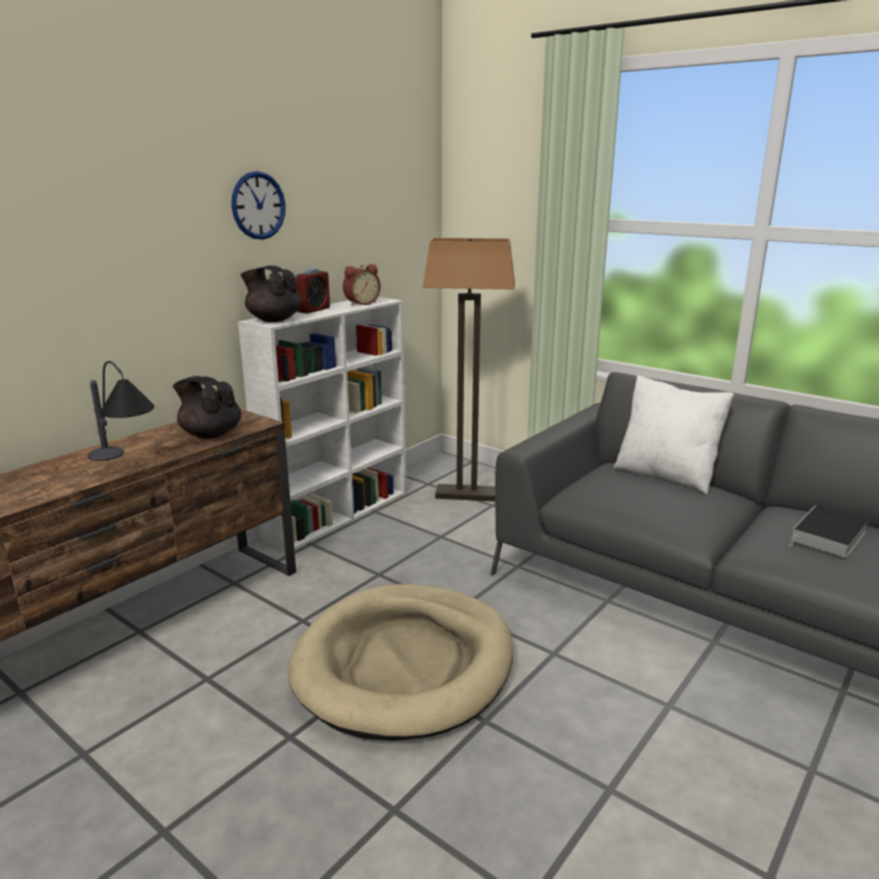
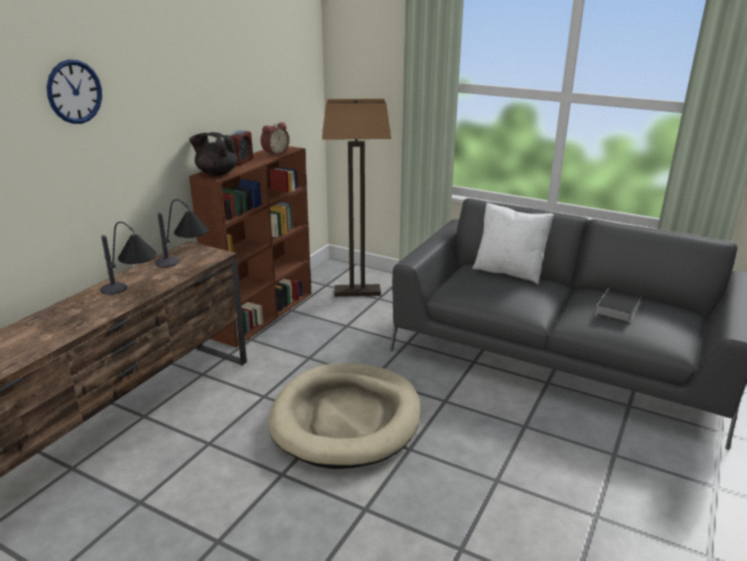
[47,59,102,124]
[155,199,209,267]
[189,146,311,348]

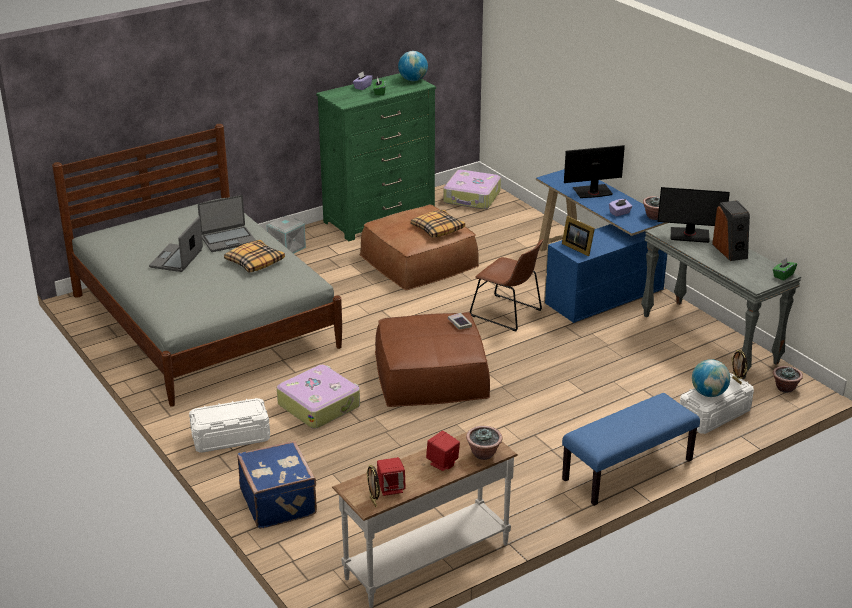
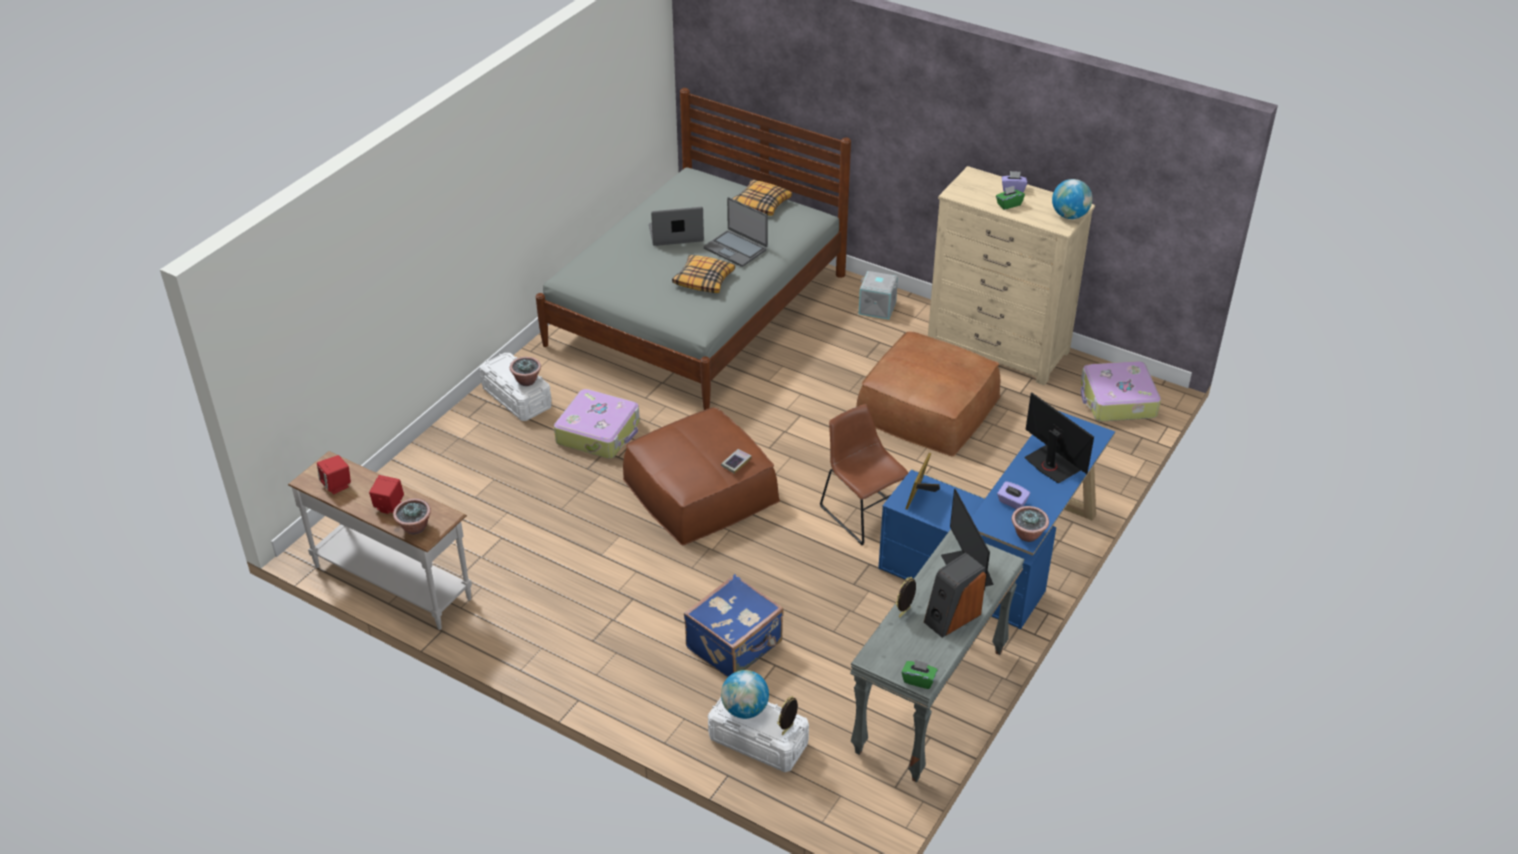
[510,357,541,386]
[684,574,784,677]
[732,180,792,216]
[820,404,908,545]
[895,577,916,617]
[928,166,1095,386]
[562,393,700,506] (first image)

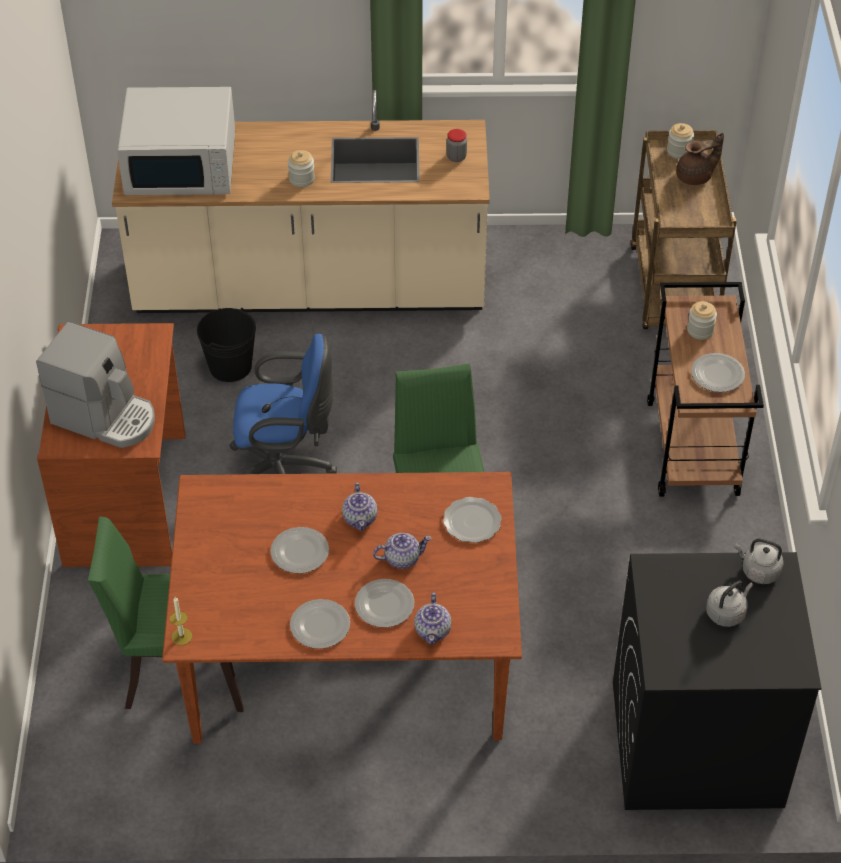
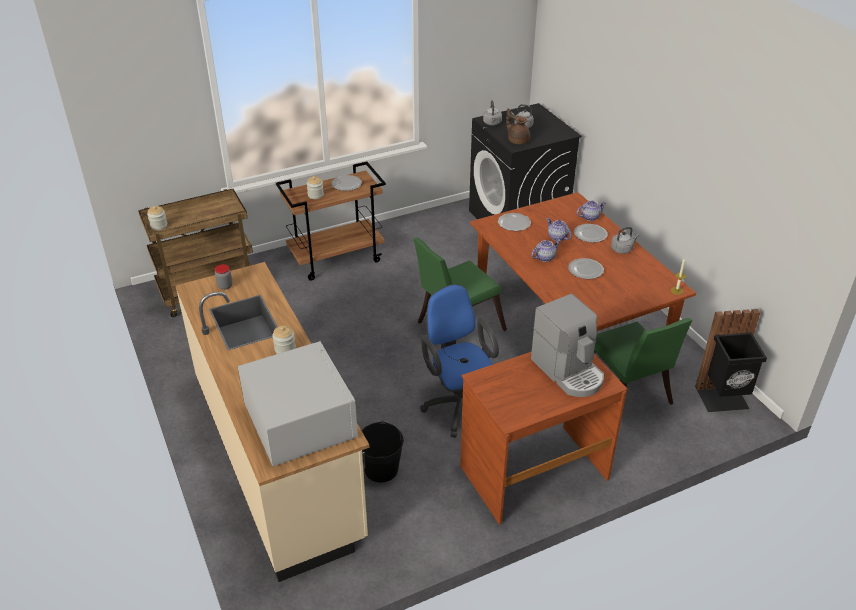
[506,108,530,144]
[531,294,604,397]
[611,227,639,254]
[695,309,767,412]

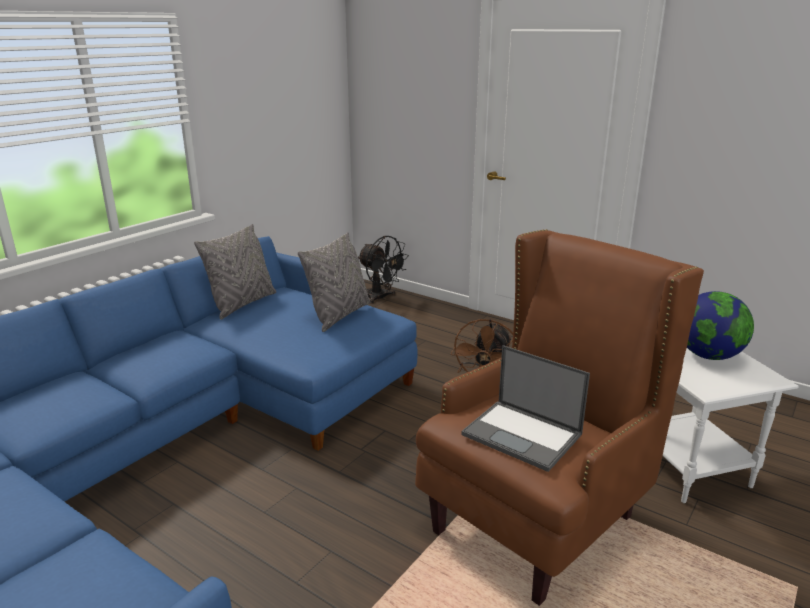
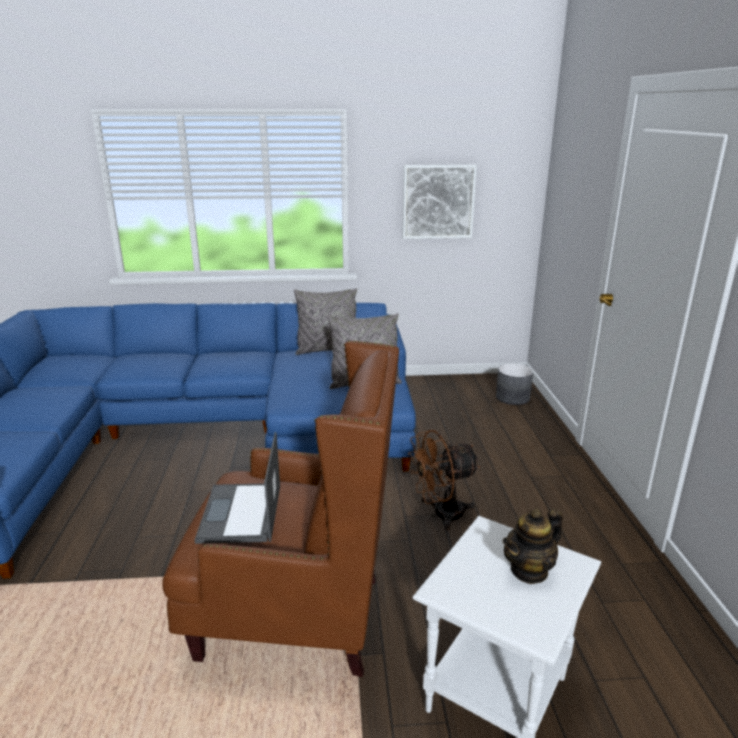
[402,165,477,239]
[496,363,533,405]
[503,509,563,584]

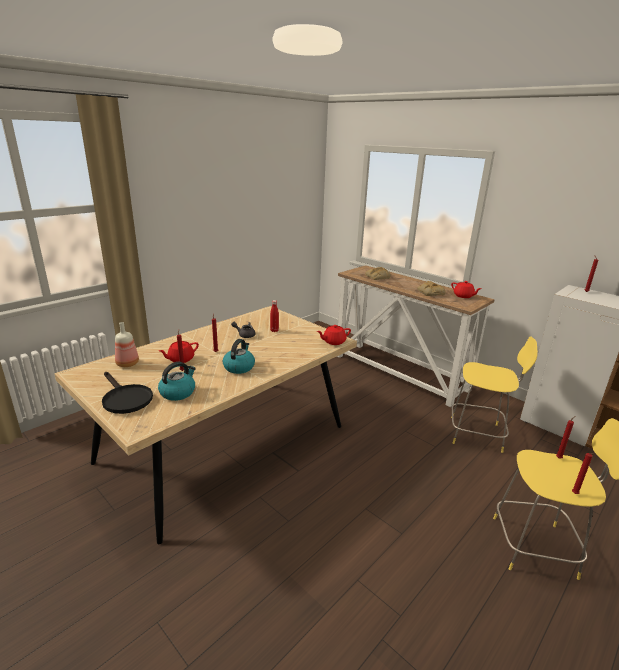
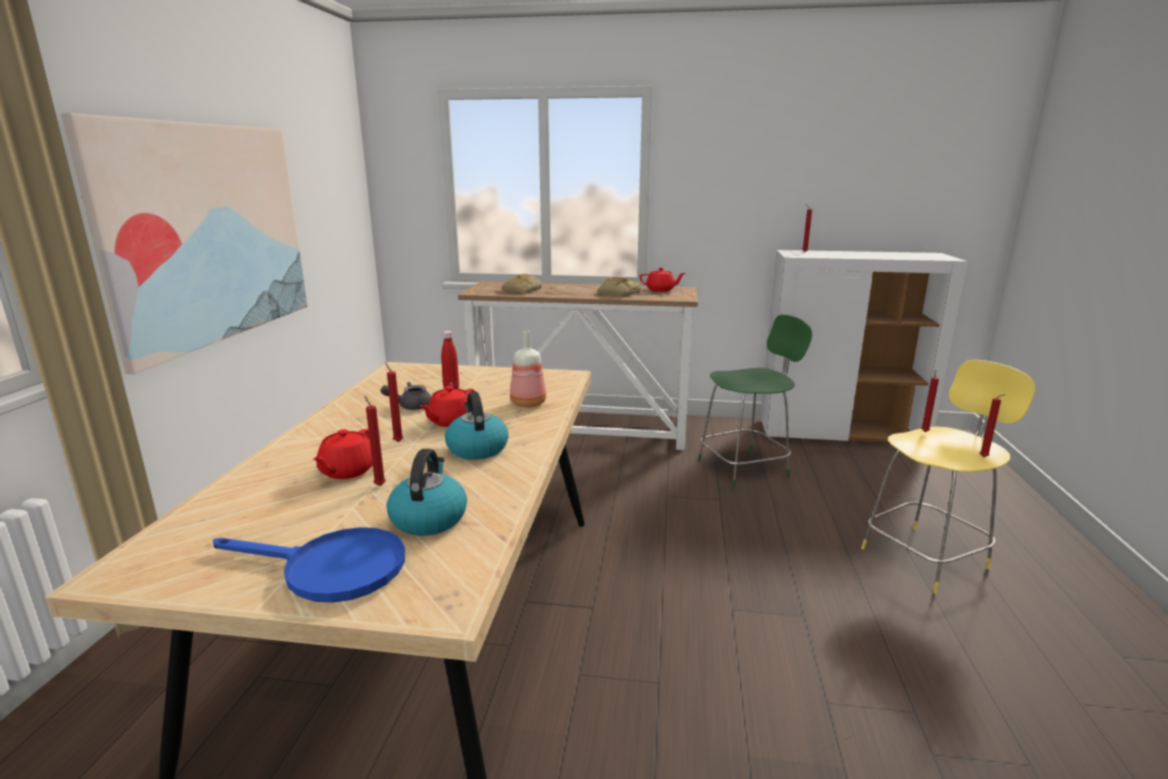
[61,113,308,374]
[213,527,405,603]
[420,386,475,427]
[510,331,546,407]
[698,315,812,489]

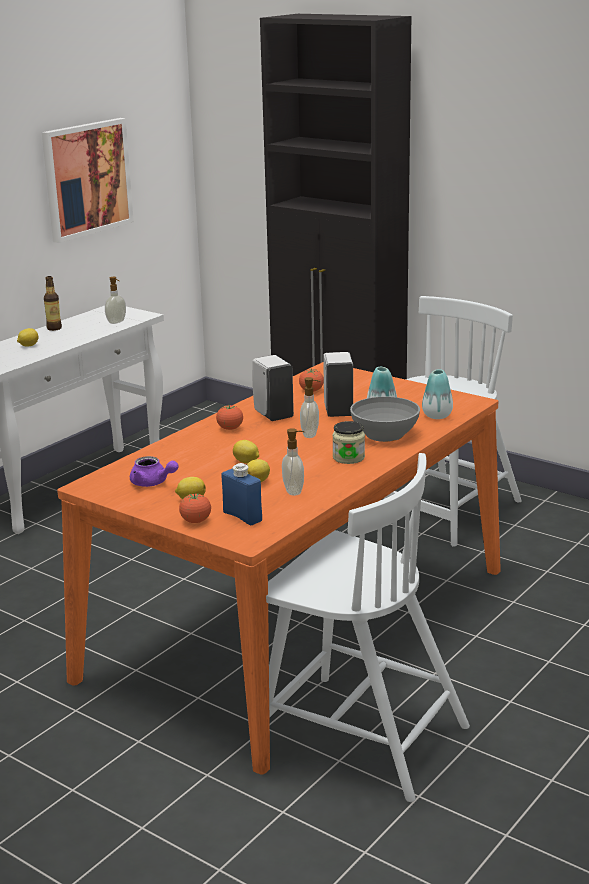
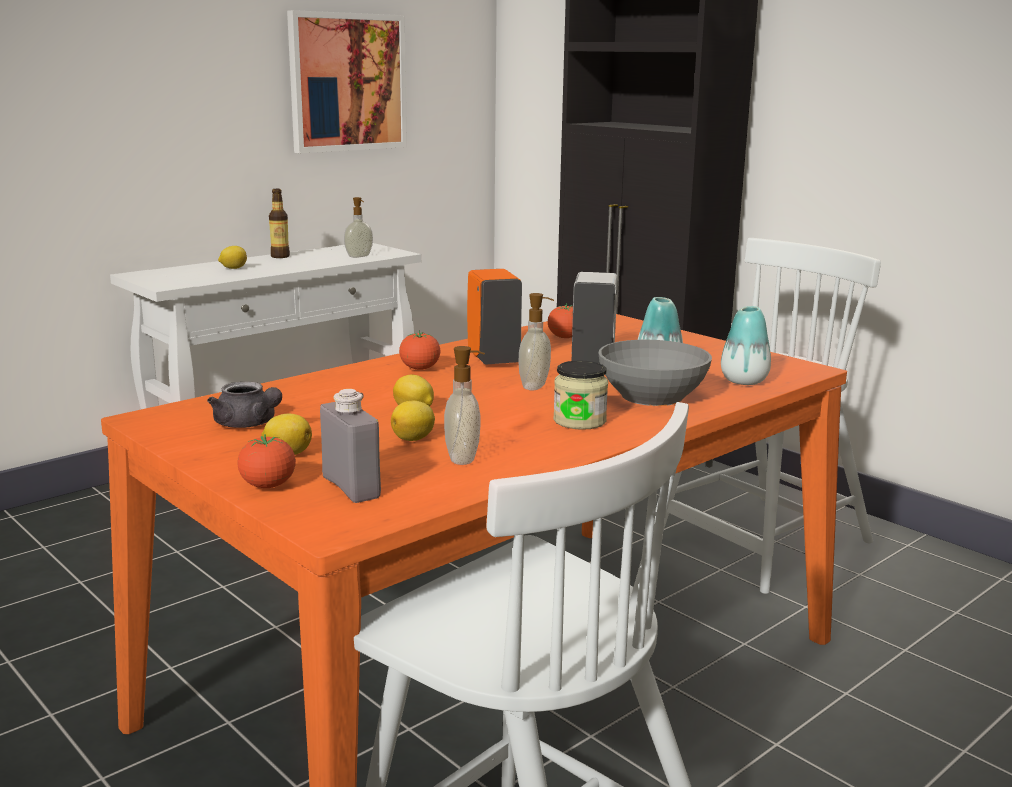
[207,381,282,428]
[320,389,381,503]
[467,269,522,364]

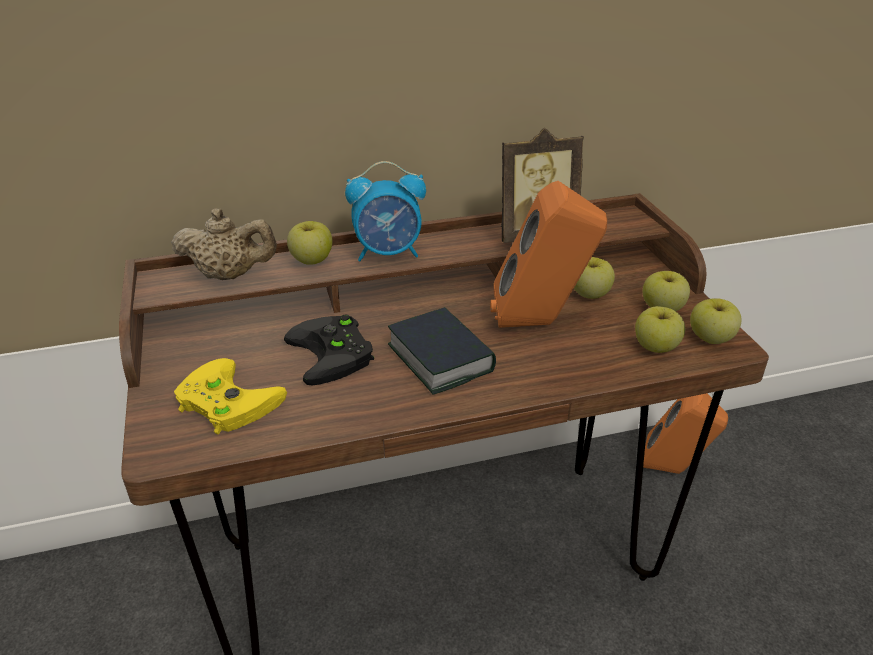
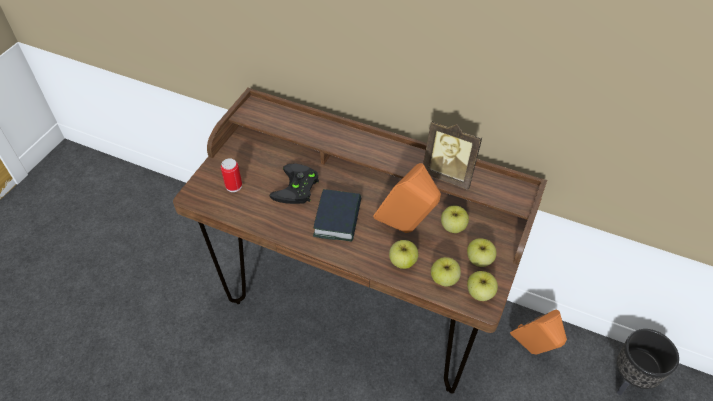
[221,158,242,192]
[389,240,418,269]
[616,329,679,396]
[171,208,277,280] (first image)
[345,161,426,261] (first image)

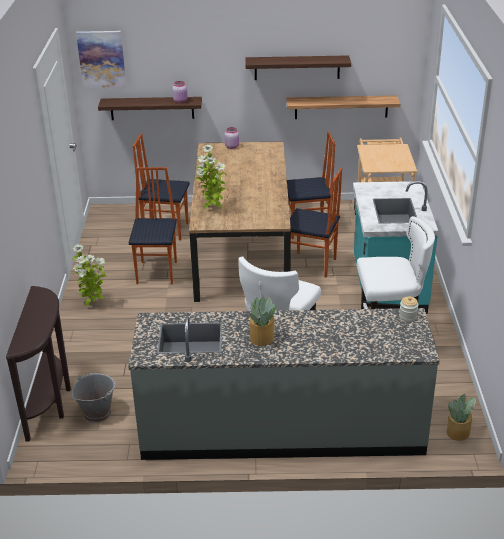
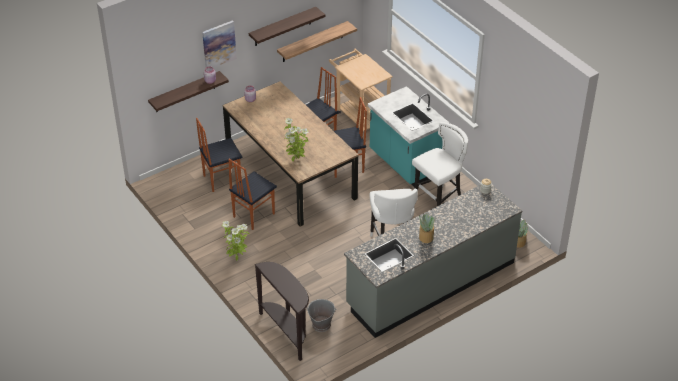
[202,20,237,68]
[228,159,277,230]

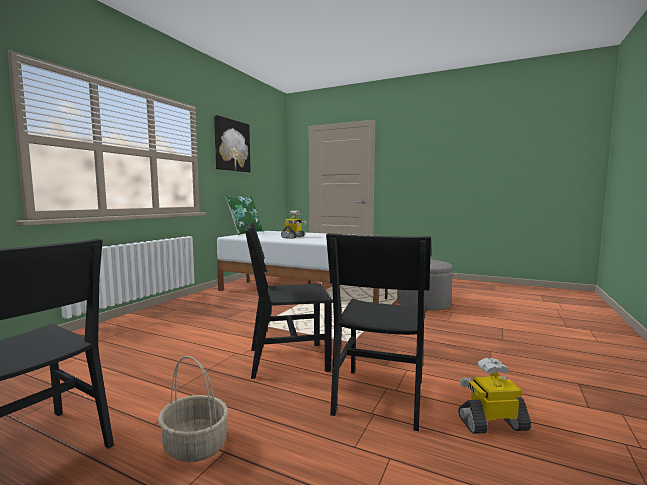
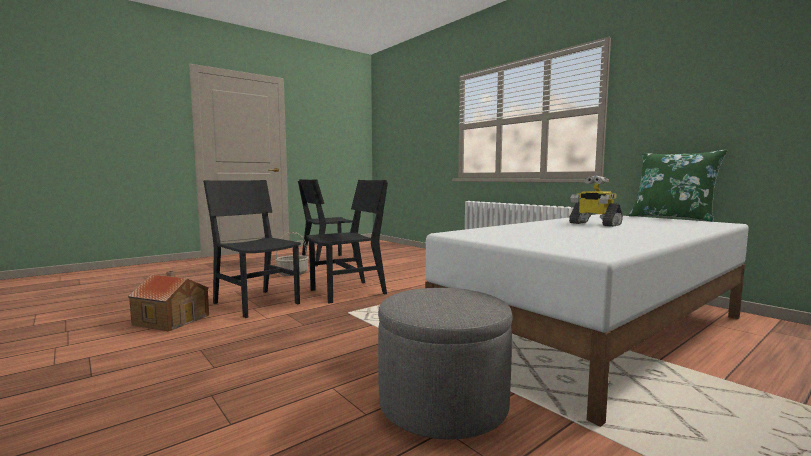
[128,271,209,332]
[306,180,388,304]
[214,115,251,172] (first image)

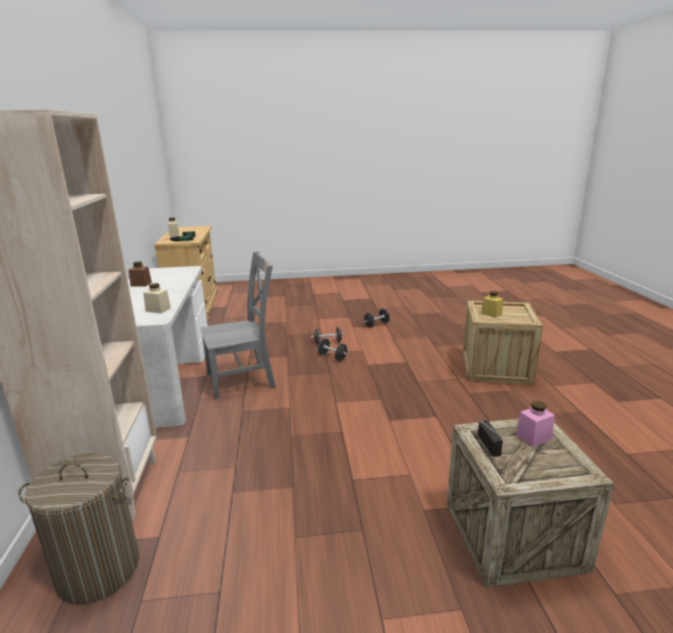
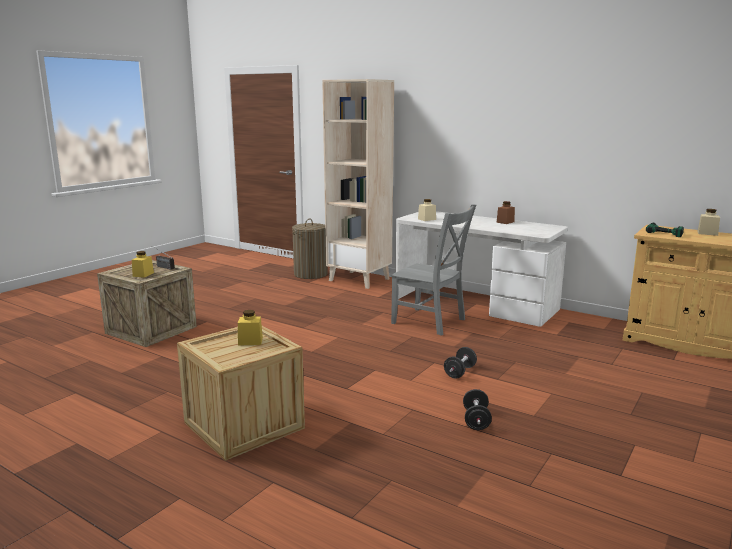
[132,251,154,278]
[391,204,477,336]
[318,338,347,361] (first image)

